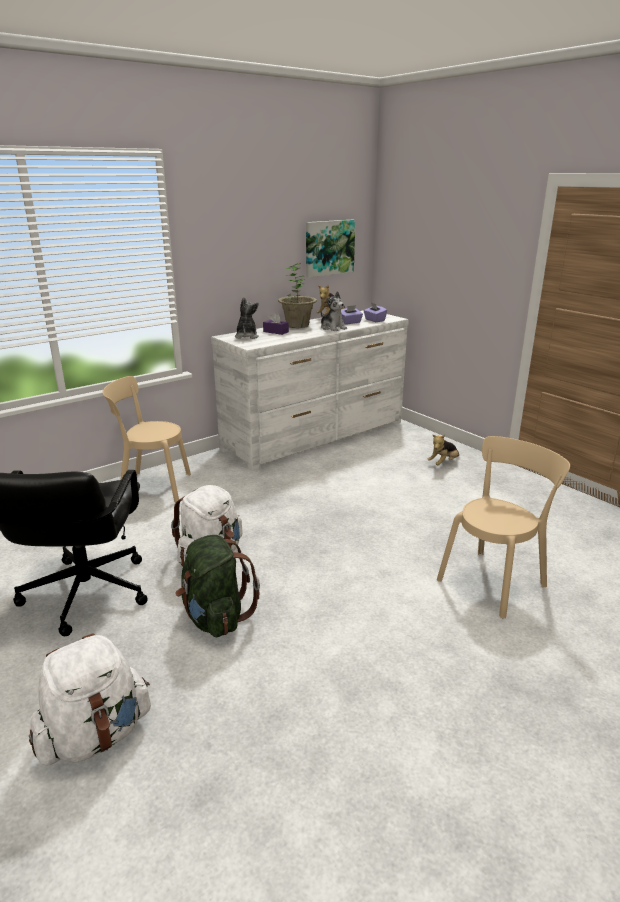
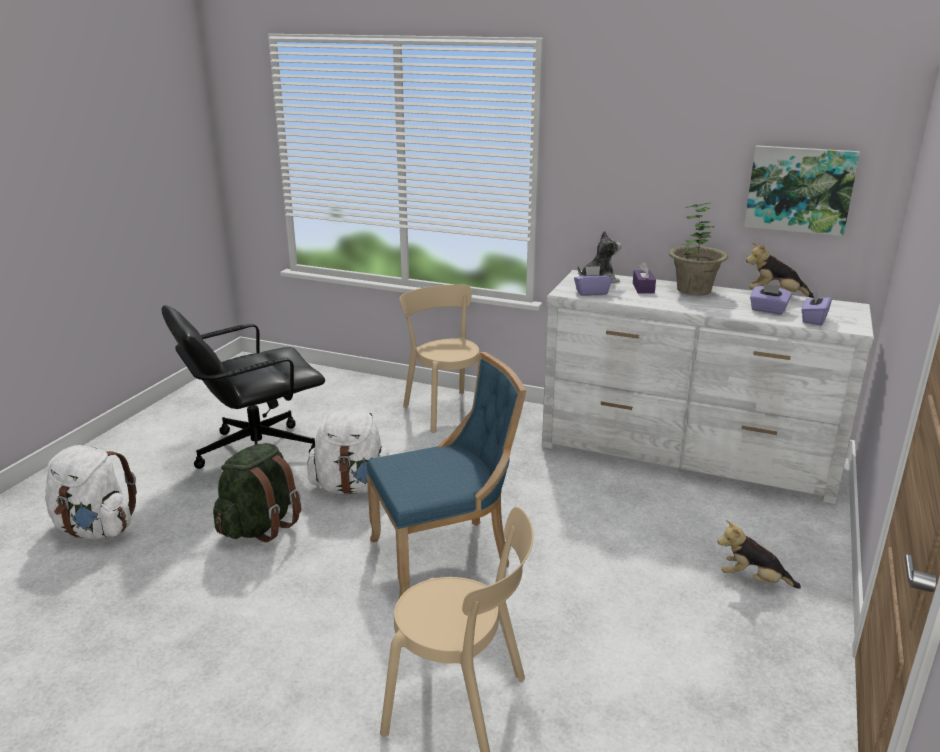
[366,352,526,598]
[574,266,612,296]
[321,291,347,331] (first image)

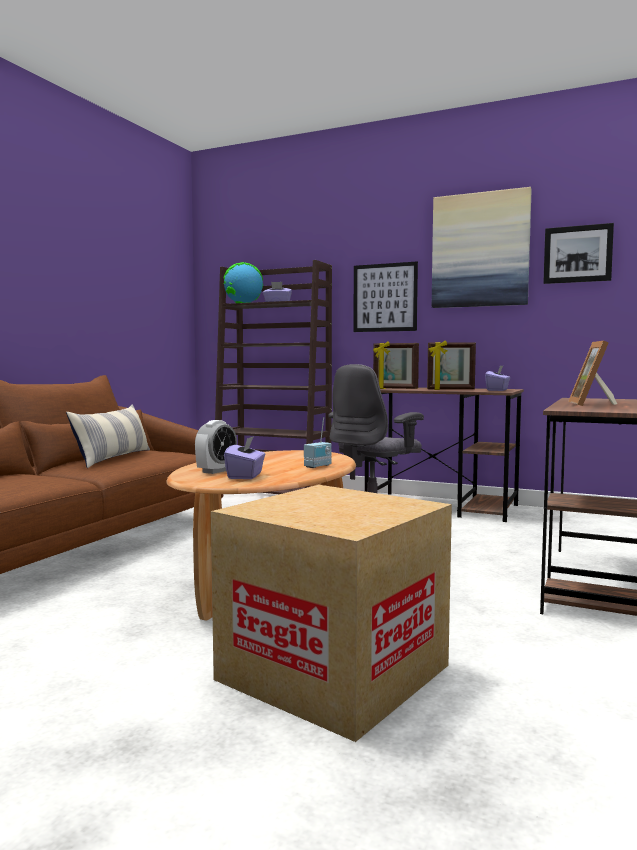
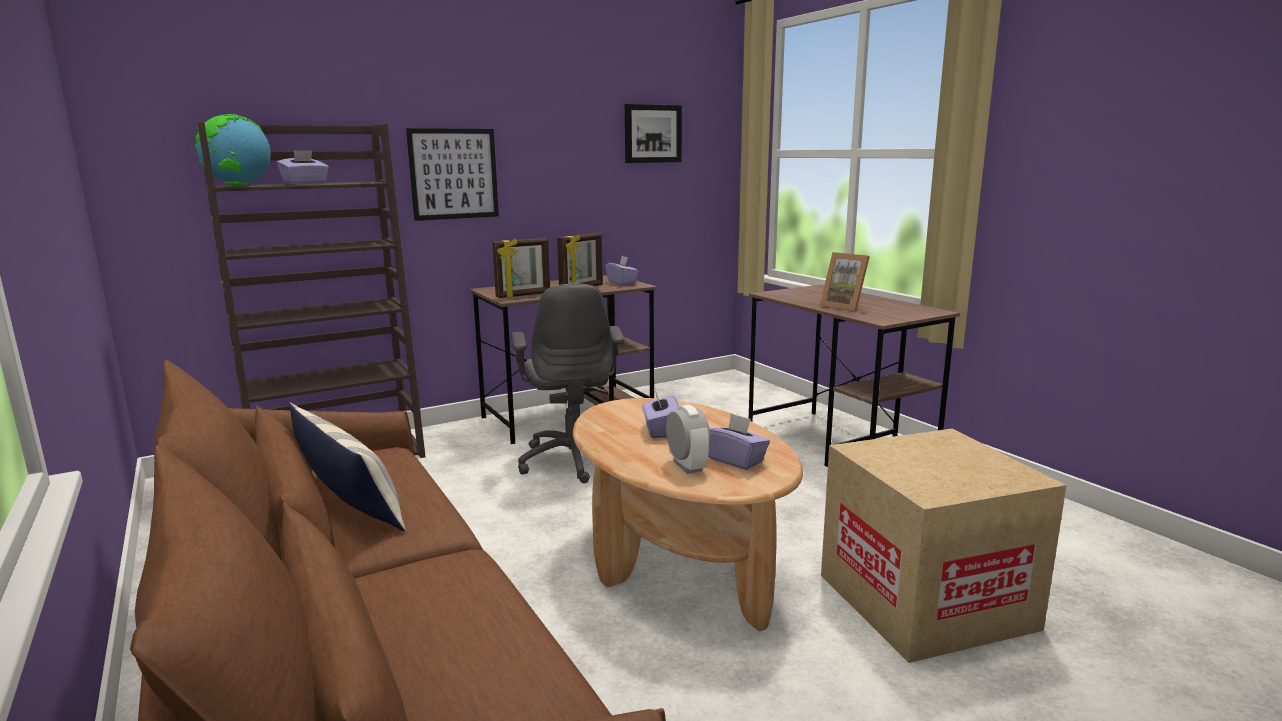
[642,390,679,438]
[304,417,332,468] (first image)
[432,187,532,308] (first image)

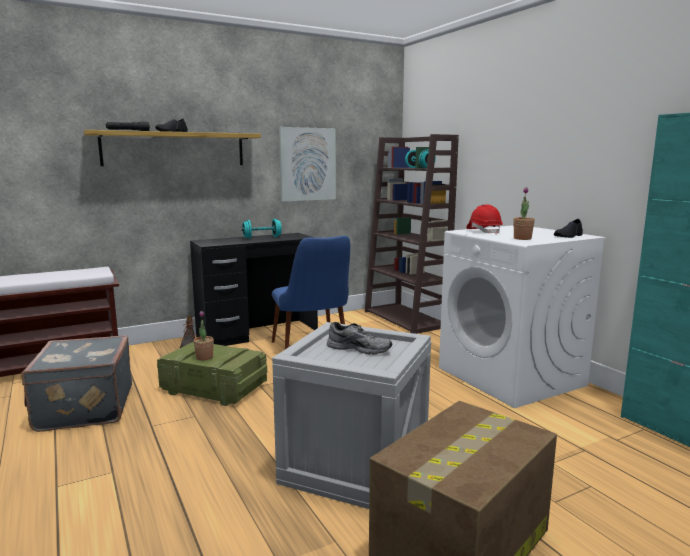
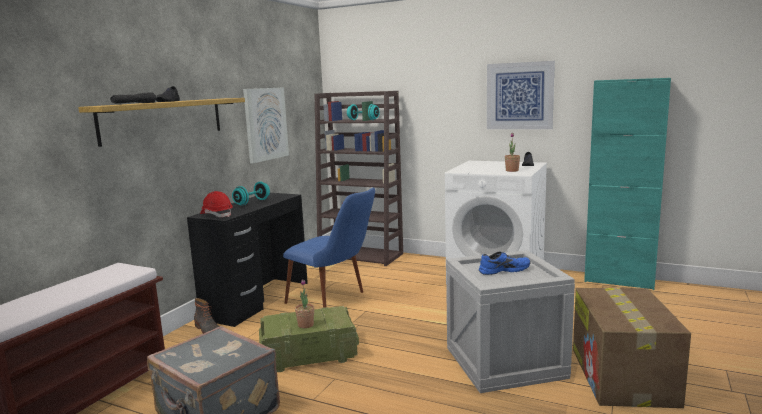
[200,191,233,217]
[479,251,530,275]
[487,61,555,129]

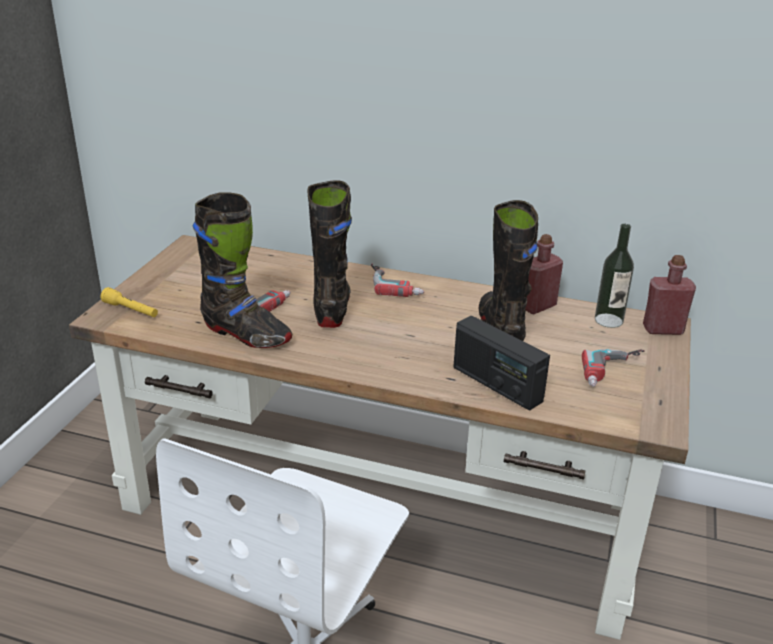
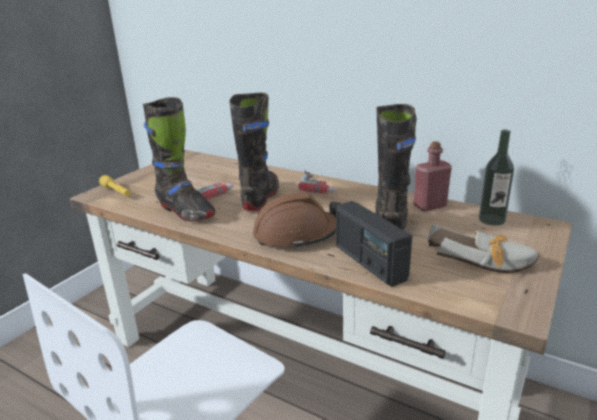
[253,192,342,250]
[428,224,539,273]
[643,255,696,335] (first image)

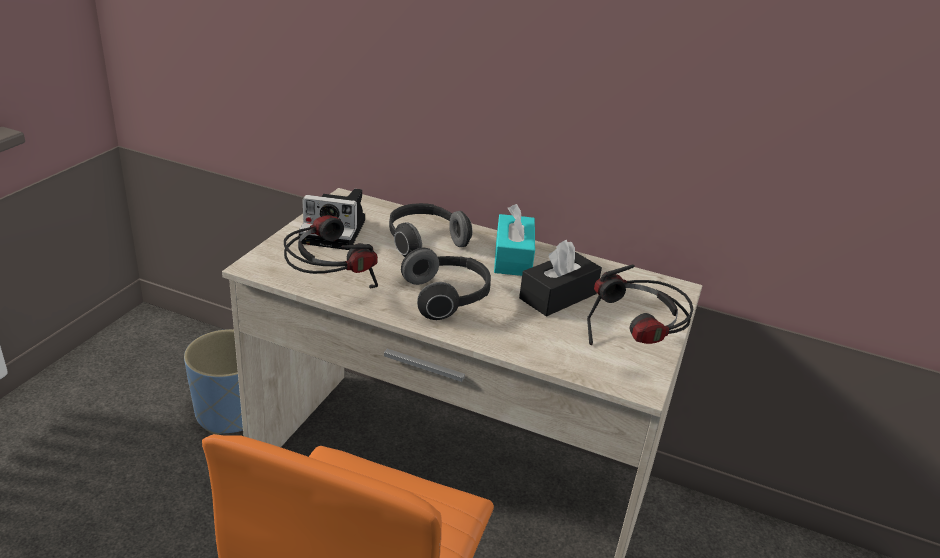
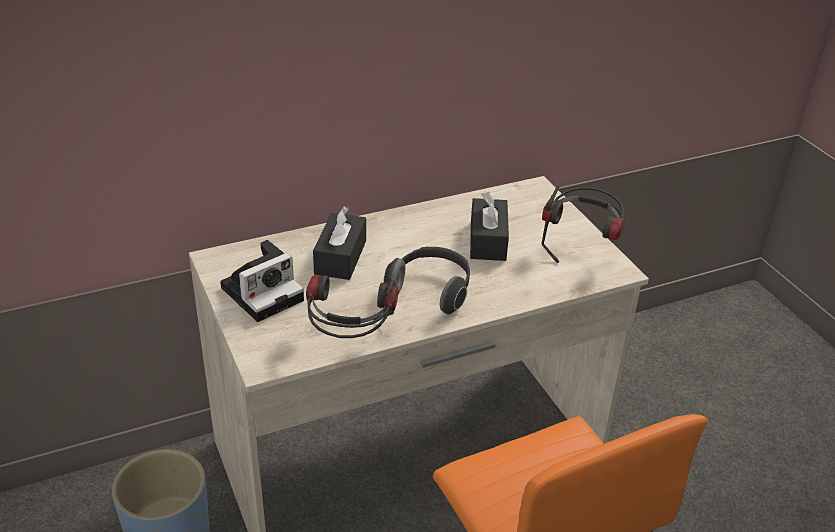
[313,206,366,280]
[494,204,535,276] (first image)

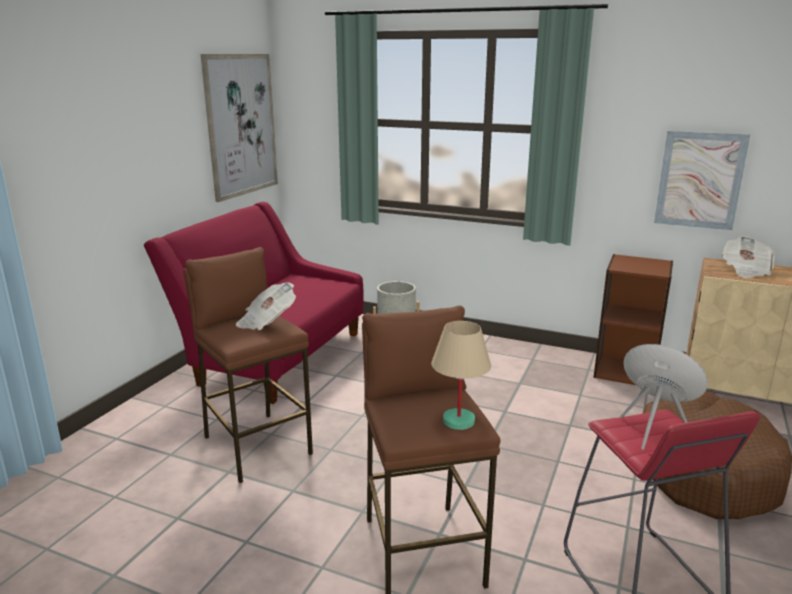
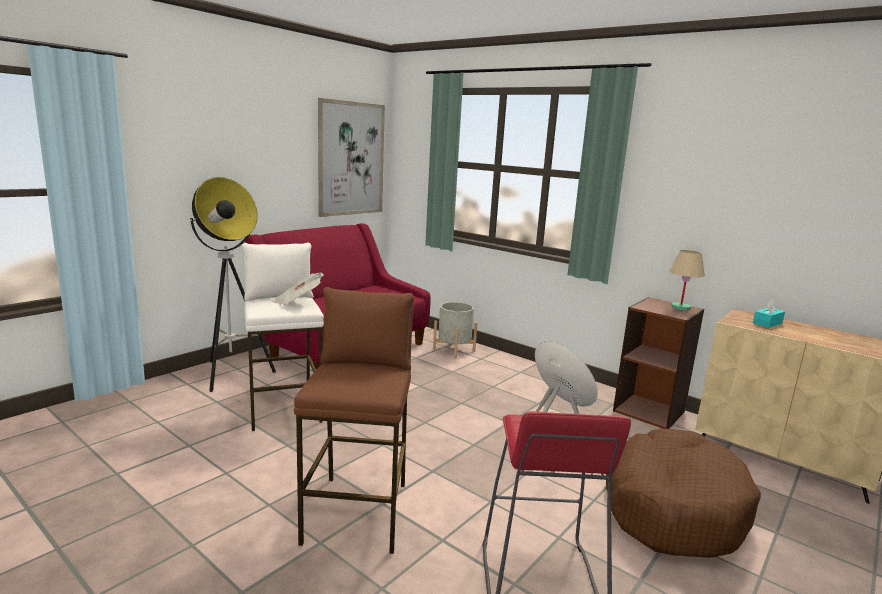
[190,177,276,392]
[242,243,324,431]
[670,250,705,310]
[753,299,785,328]
[654,131,750,230] (first image)

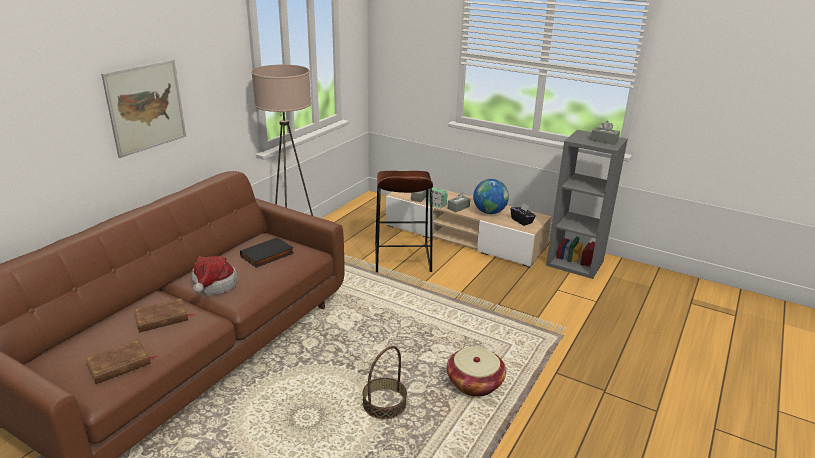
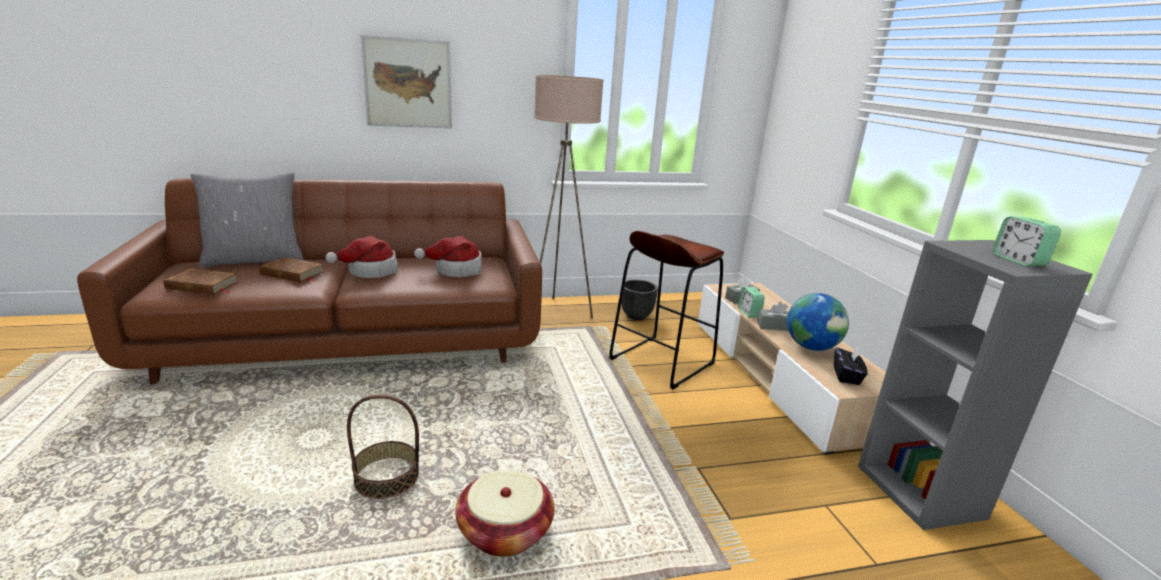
[191,173,303,268]
[414,236,482,277]
[621,280,658,320]
[993,216,1061,267]

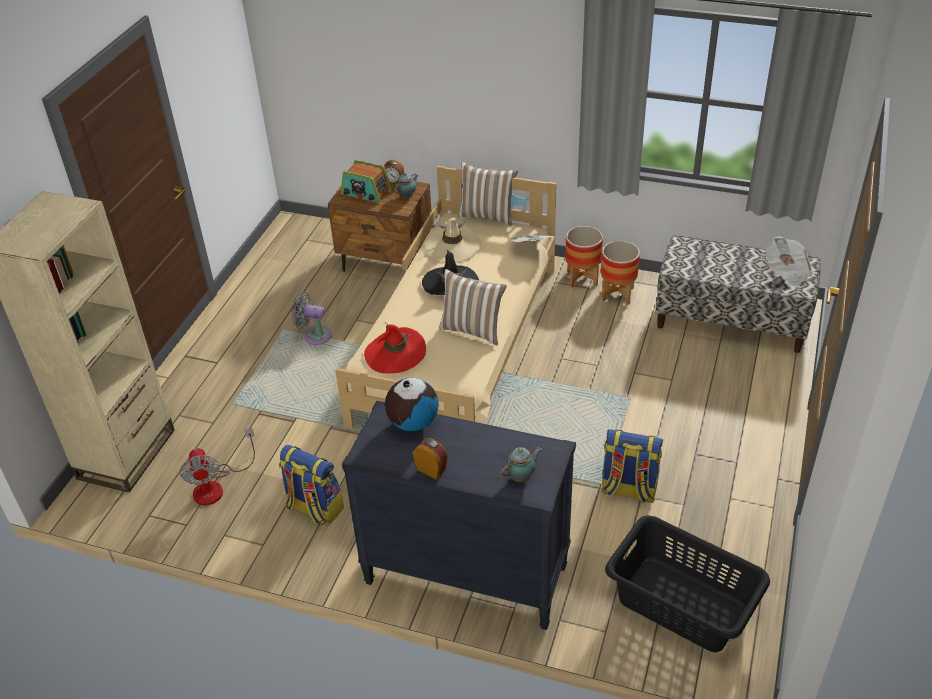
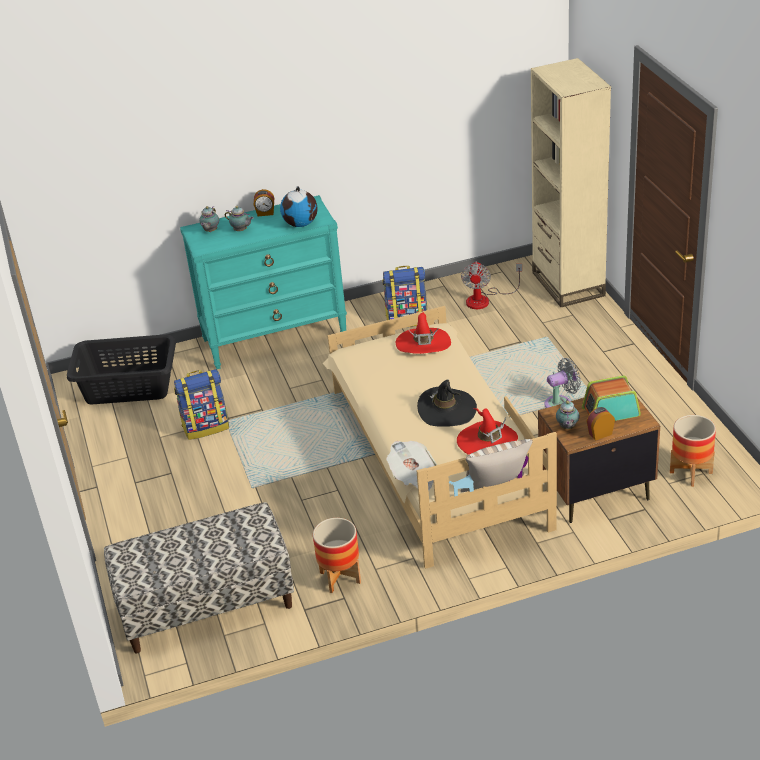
[180,195,347,369]
[225,206,254,231]
[457,408,518,455]
[461,261,522,309]
[670,415,716,487]
[439,269,507,345] (first image)
[766,236,812,288] (first image)

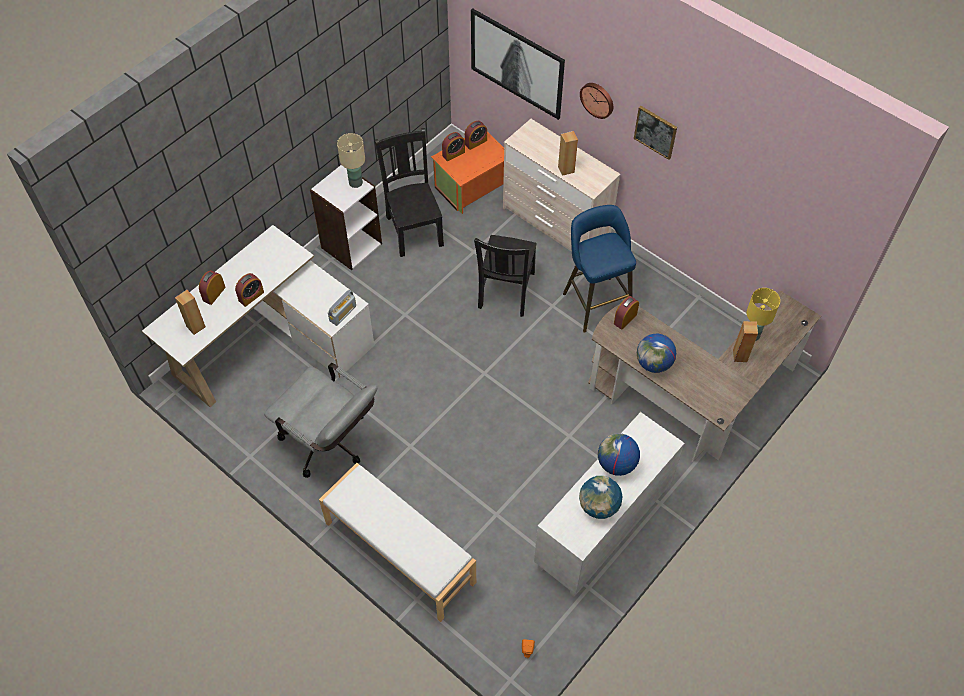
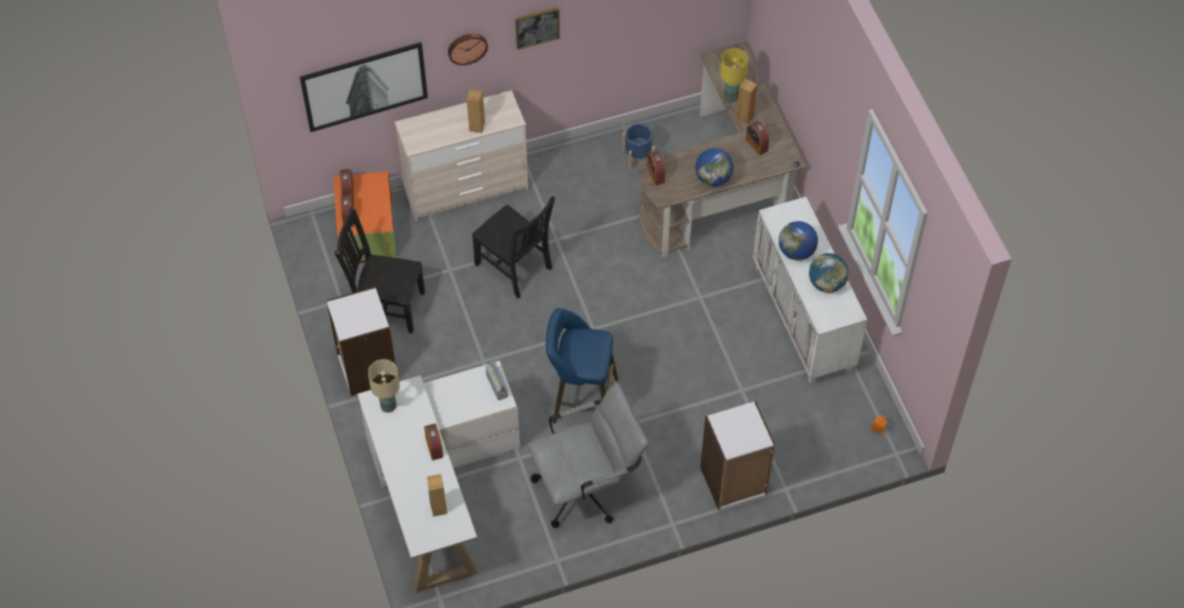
[368,359,400,413]
[546,308,618,423]
[622,124,655,170]
[700,401,776,510]
[746,121,769,155]

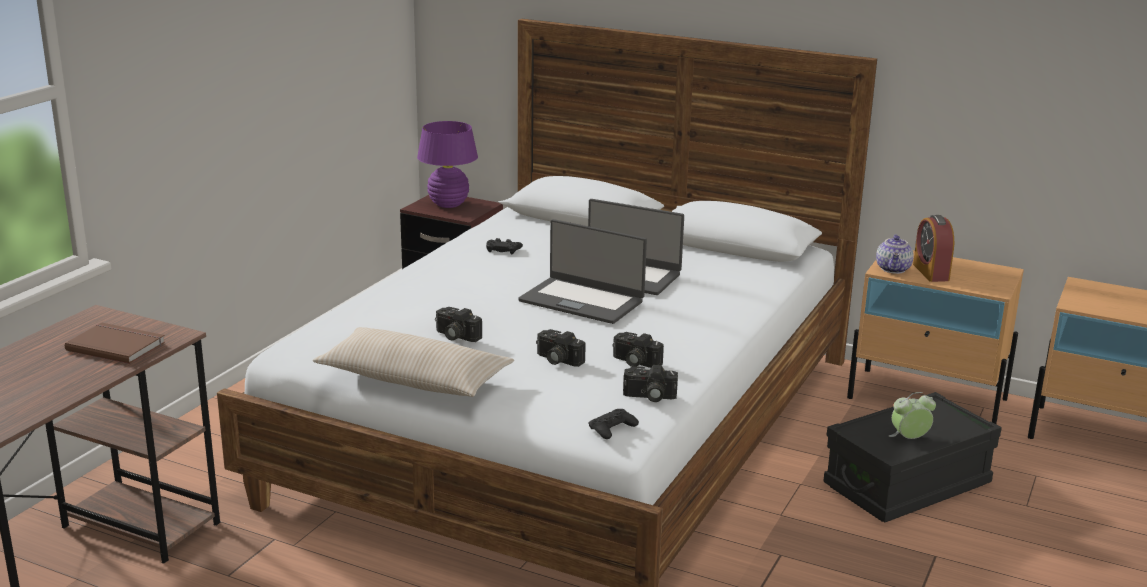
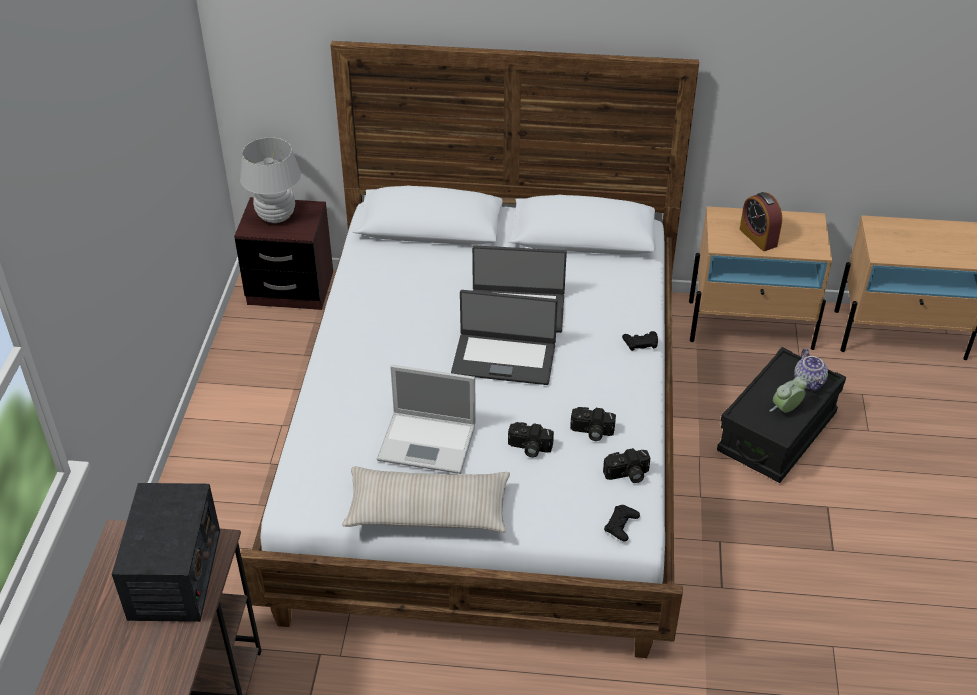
[112,483,220,622]
[240,137,301,223]
[377,365,476,474]
[622,331,658,351]
[794,348,828,391]

